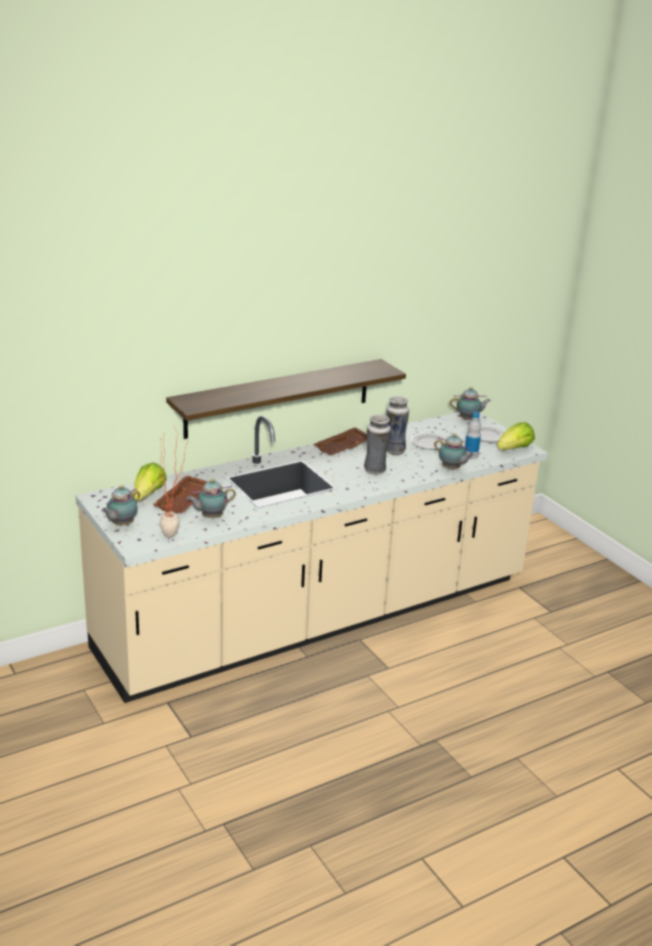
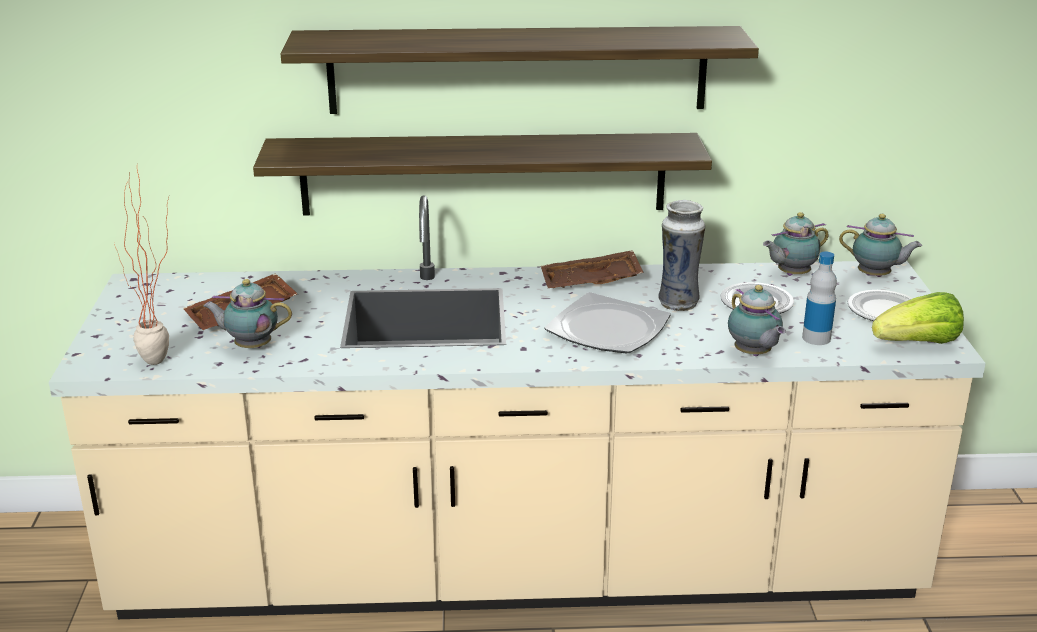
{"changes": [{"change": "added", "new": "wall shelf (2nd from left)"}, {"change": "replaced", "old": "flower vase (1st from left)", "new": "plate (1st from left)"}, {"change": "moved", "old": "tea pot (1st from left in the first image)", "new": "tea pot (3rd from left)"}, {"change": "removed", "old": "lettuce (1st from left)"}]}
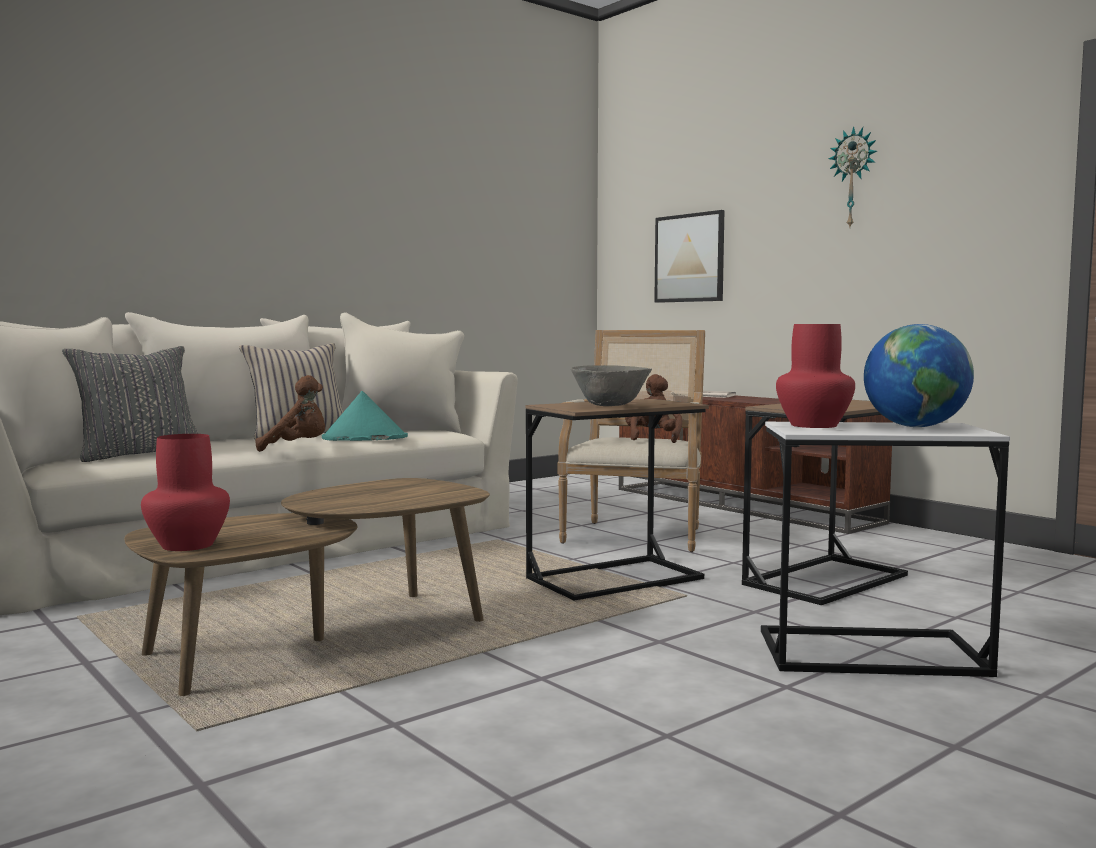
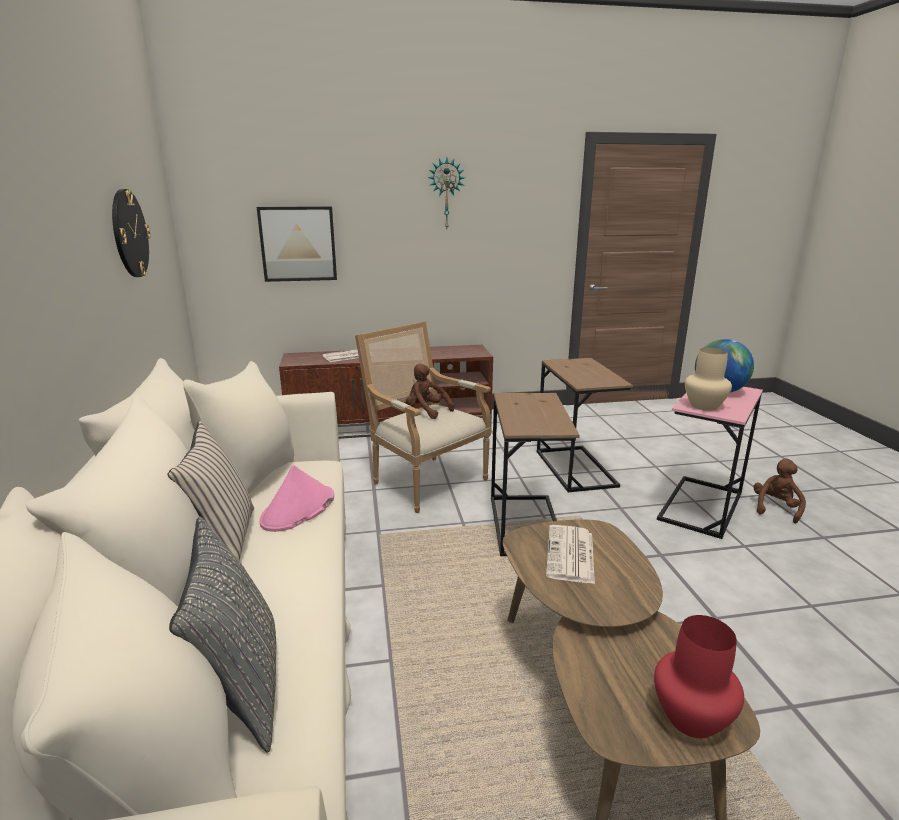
{"changes": [{"change": "added", "new": "wall clock (1st from left)"}, {"change": "recoloured", "old": "turquoise wearable hat", "new": "pink wearable hat"}, {"change": "added", "new": "printed paper (2nd from left)"}, {"change": "recoloured", "old": "white accent table", "new": "pink accent table"}, {"change": "recoloured", "old": "reddish flower vase (2nd from left)", "new": "beige flower vase"}, {"change": "moved", "old": "brownish cuddly toy (1st from left in the first image)", "new": "brownish cuddly toy (2nd from left)"}, {"change": "removed", "old": "grey deep dish"}]}
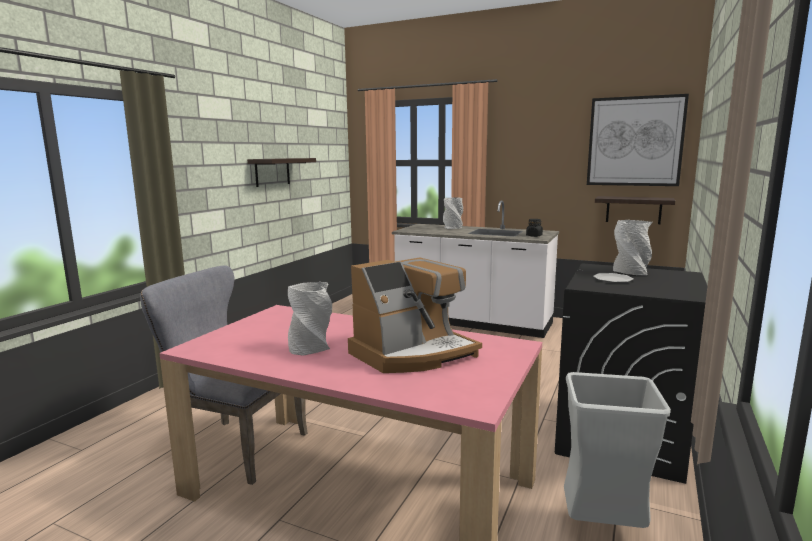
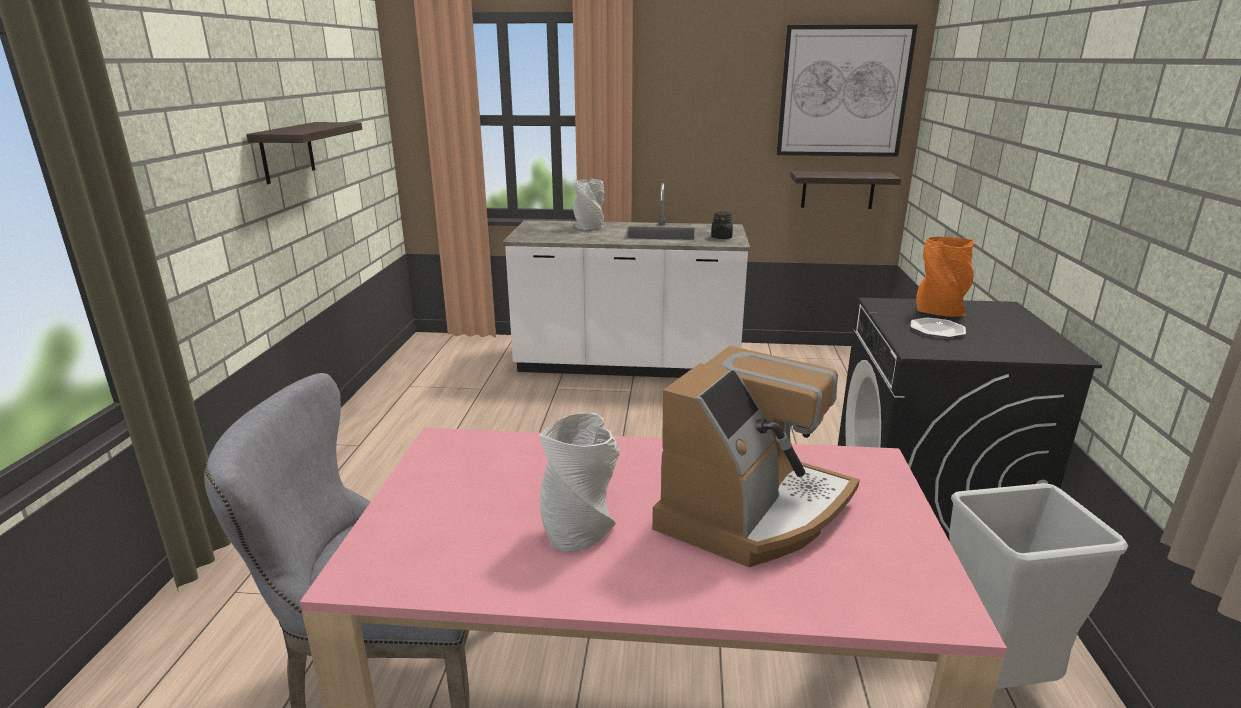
{"changes": [{"change": "recoloured", "old": "grey flower vase (3rd from left)", "new": "orange flower vase"}]}
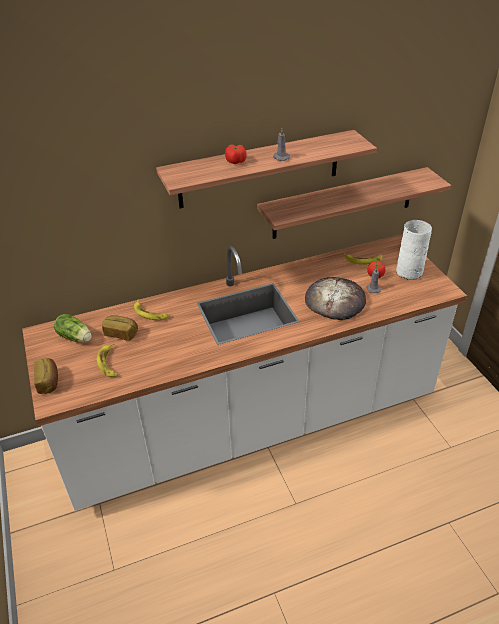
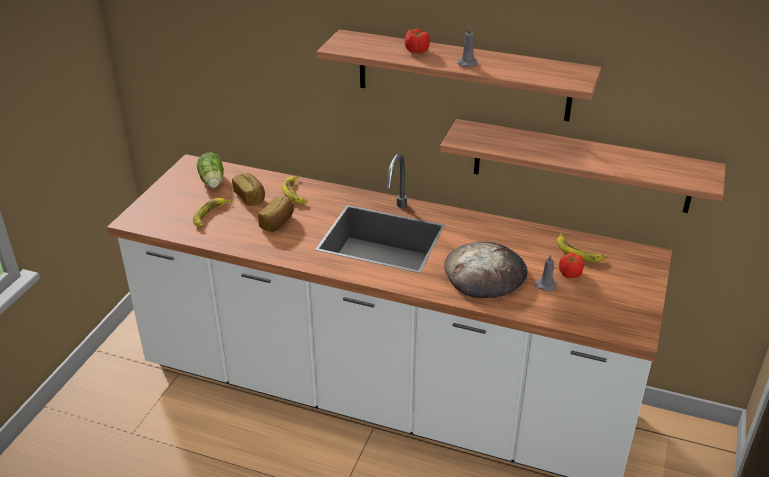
{"changes": [{"change": "moved", "old": "baked bread (1st from left in the first image)", "new": "baked bread (2nd from left)"}, {"change": "removed", "old": "white flower vase"}]}
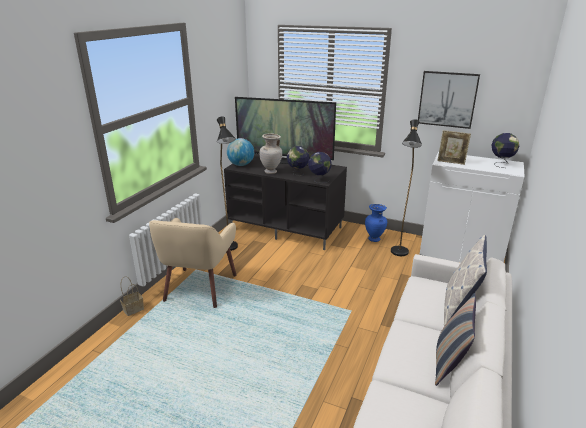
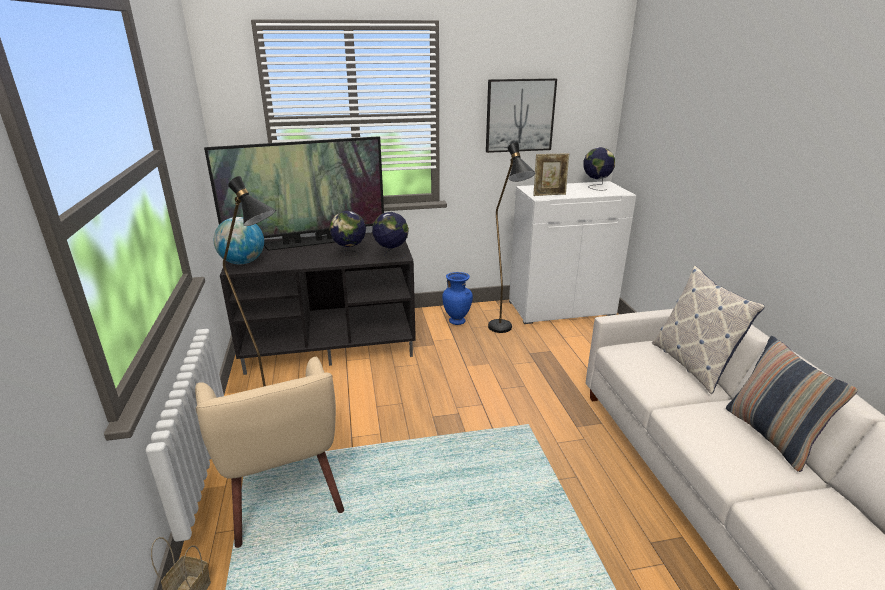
{"changes": [{"change": "removed", "old": "beige flower vase"}]}
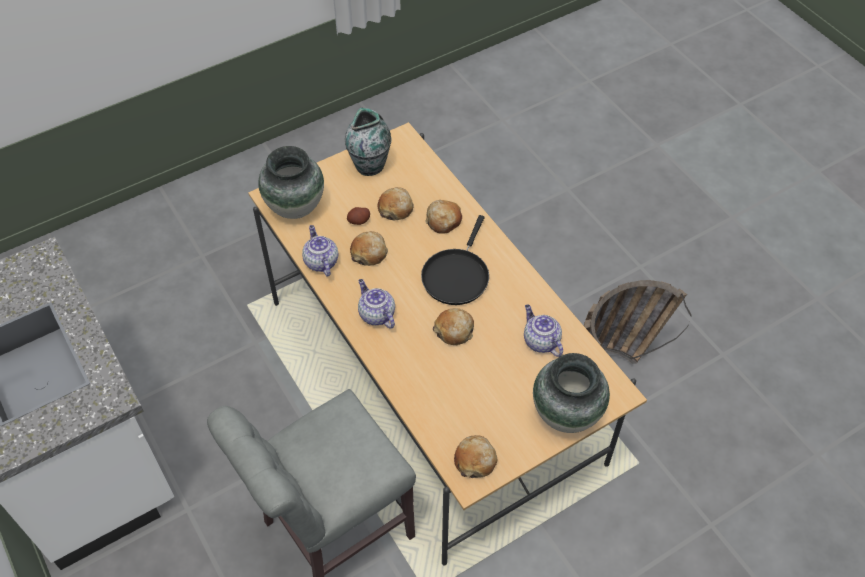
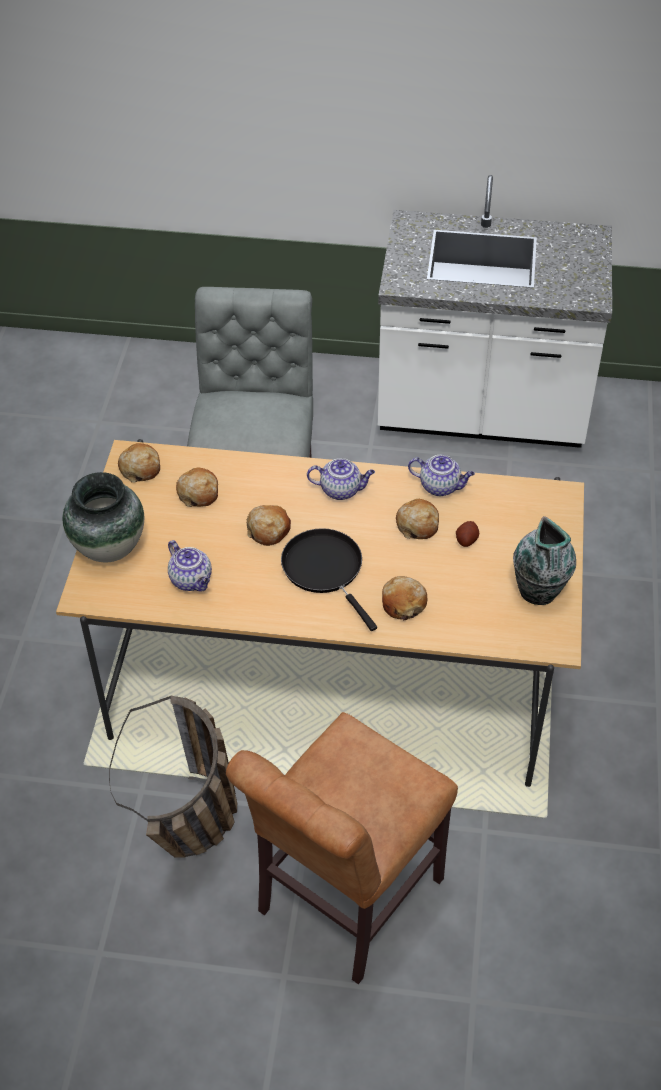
{"changes": [{"change": "turned", "old": "tea pot (3rd from left in the first image)", "degrees": 45}, {"change": "moved", "old": "baked bread (2nd from left)"}, {"change": "added", "new": "brownish plain chair"}, {"change": "removed", "old": "flower vase (1st from left)"}]}
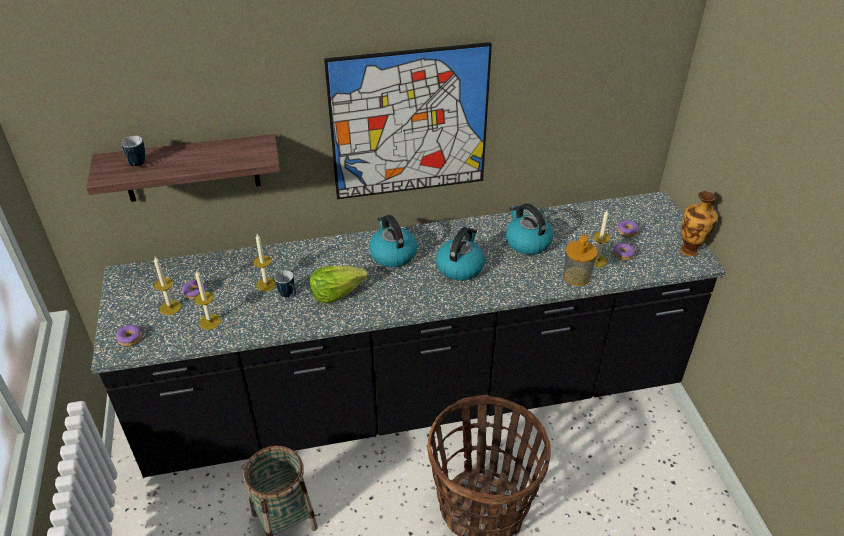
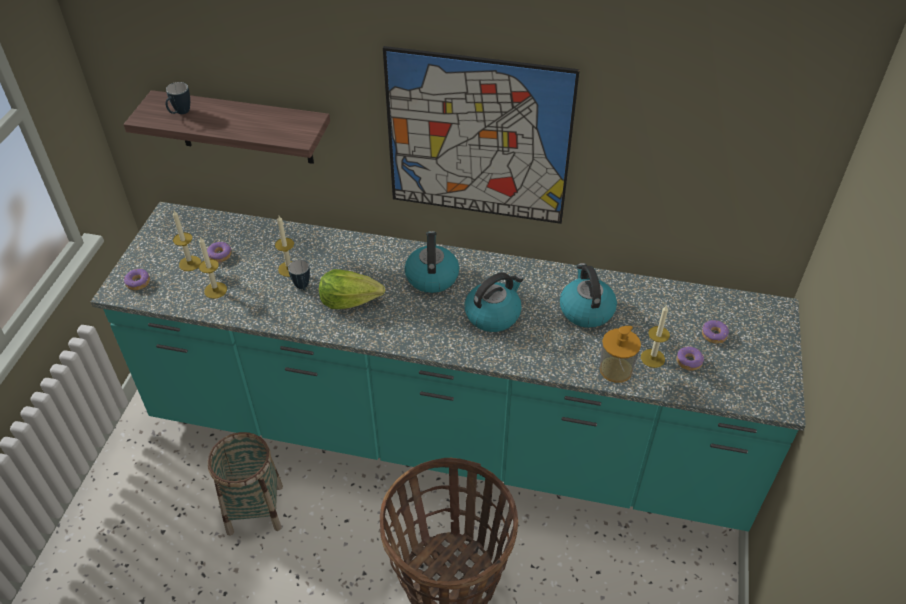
{"changes": [{"change": "recoloured", "old": "black kitchen counter", "new": "turquoise kitchen counter"}, {"change": "removed", "old": "flower vase"}]}
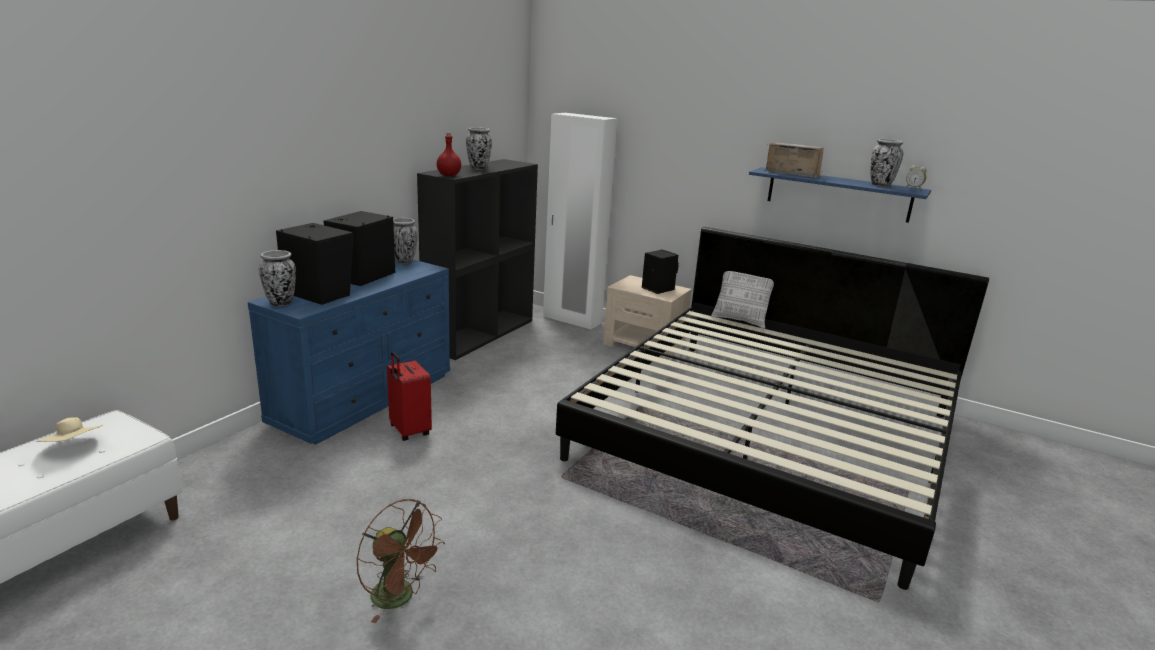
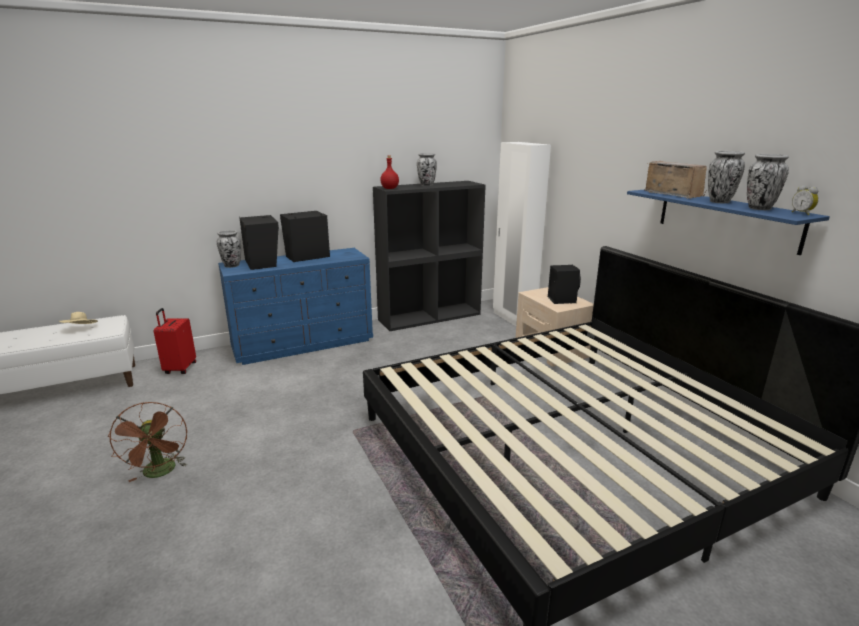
{"changes": [{"change": "moved", "old": "reddish travel case"}, {"change": "moved", "old": "flower vase (2nd from left in the first image)", "new": "flower vase (3rd from left)"}, {"change": "removed", "old": "throw pillow"}]}
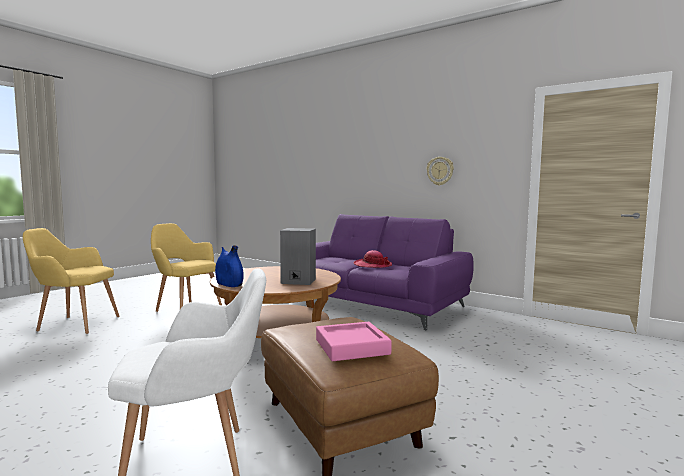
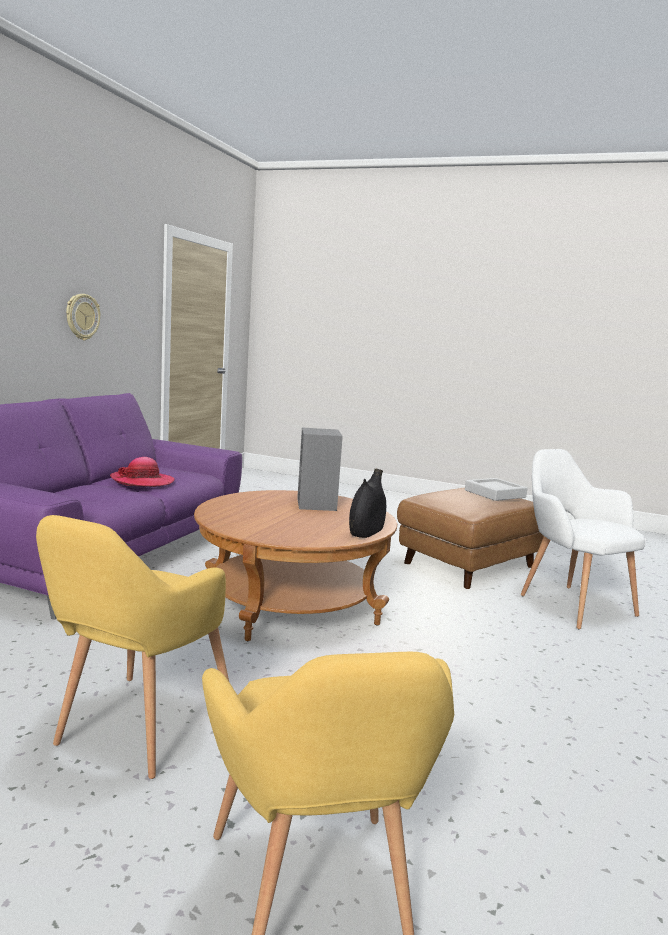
{"changes": [{"change": "recoloured", "old": "bluish flower vase", "new": "black flower vase"}, {"change": "recoloured", "old": "pink carrying tray", "new": "grey carrying tray"}]}
